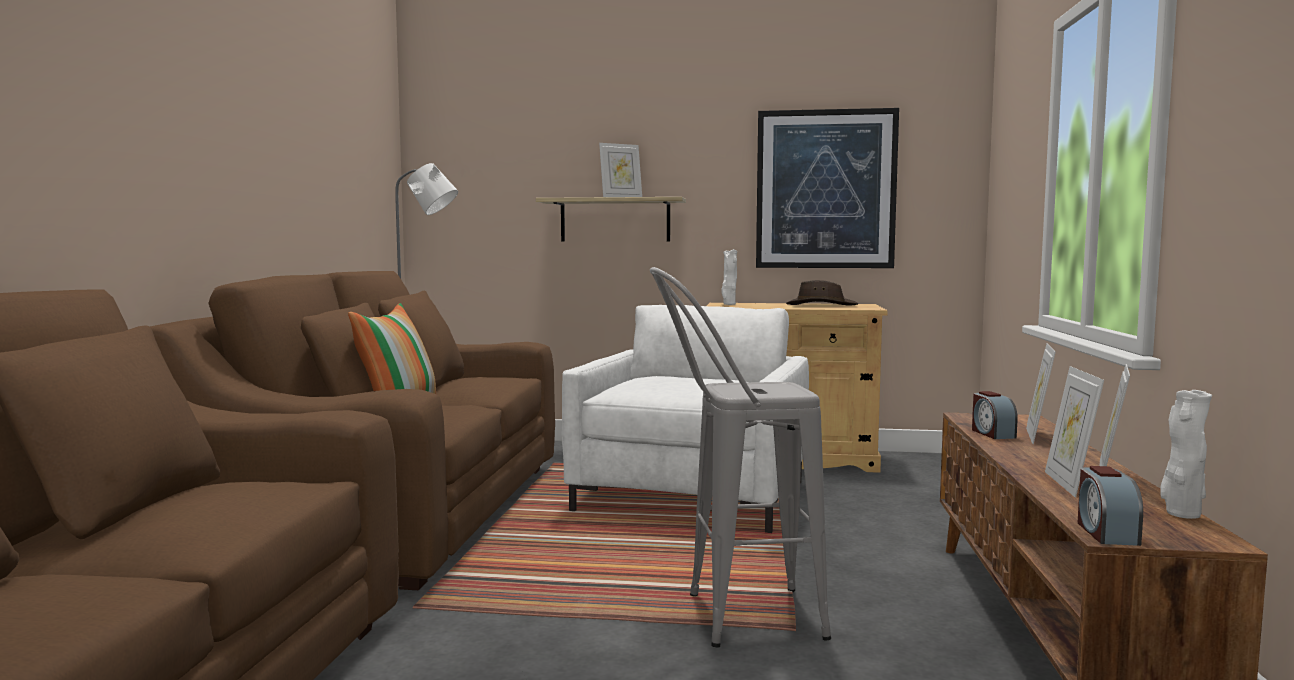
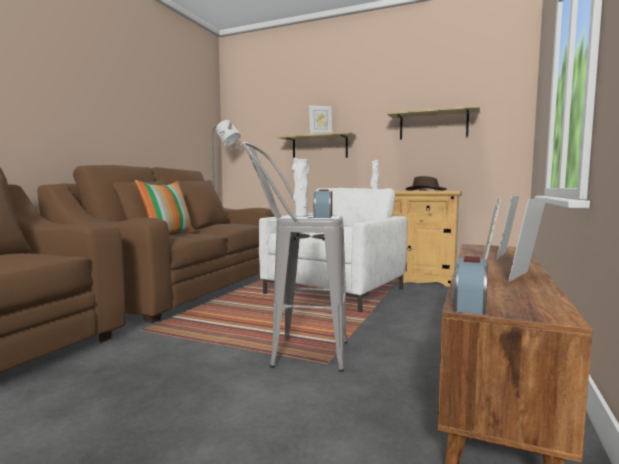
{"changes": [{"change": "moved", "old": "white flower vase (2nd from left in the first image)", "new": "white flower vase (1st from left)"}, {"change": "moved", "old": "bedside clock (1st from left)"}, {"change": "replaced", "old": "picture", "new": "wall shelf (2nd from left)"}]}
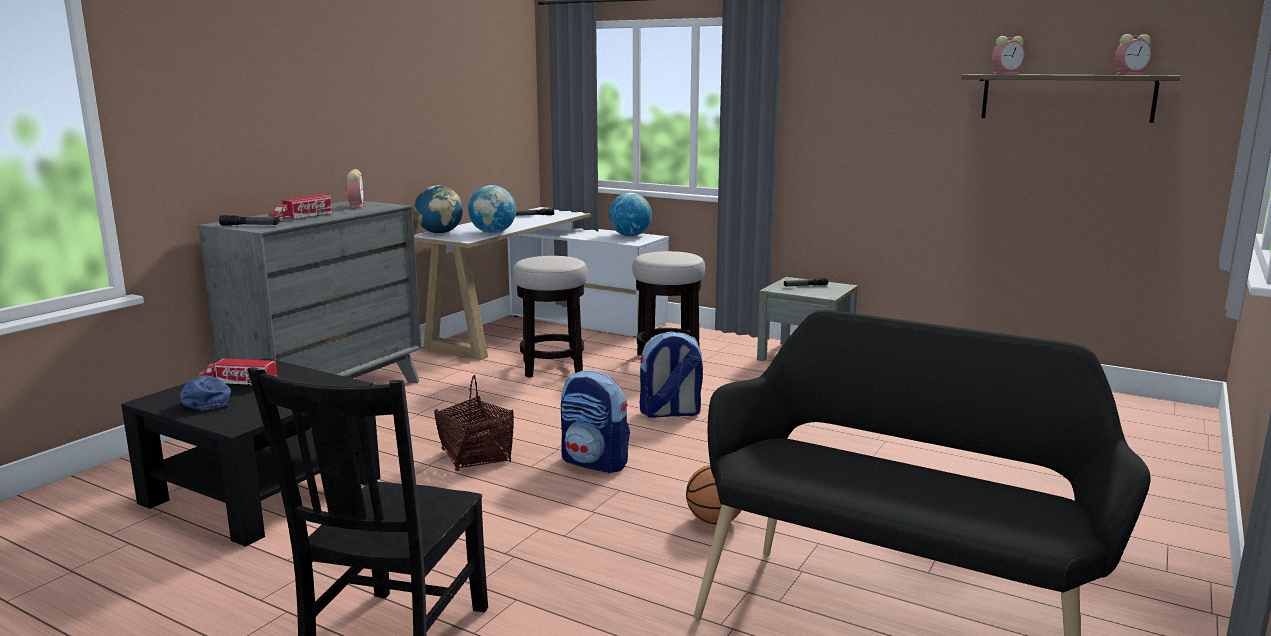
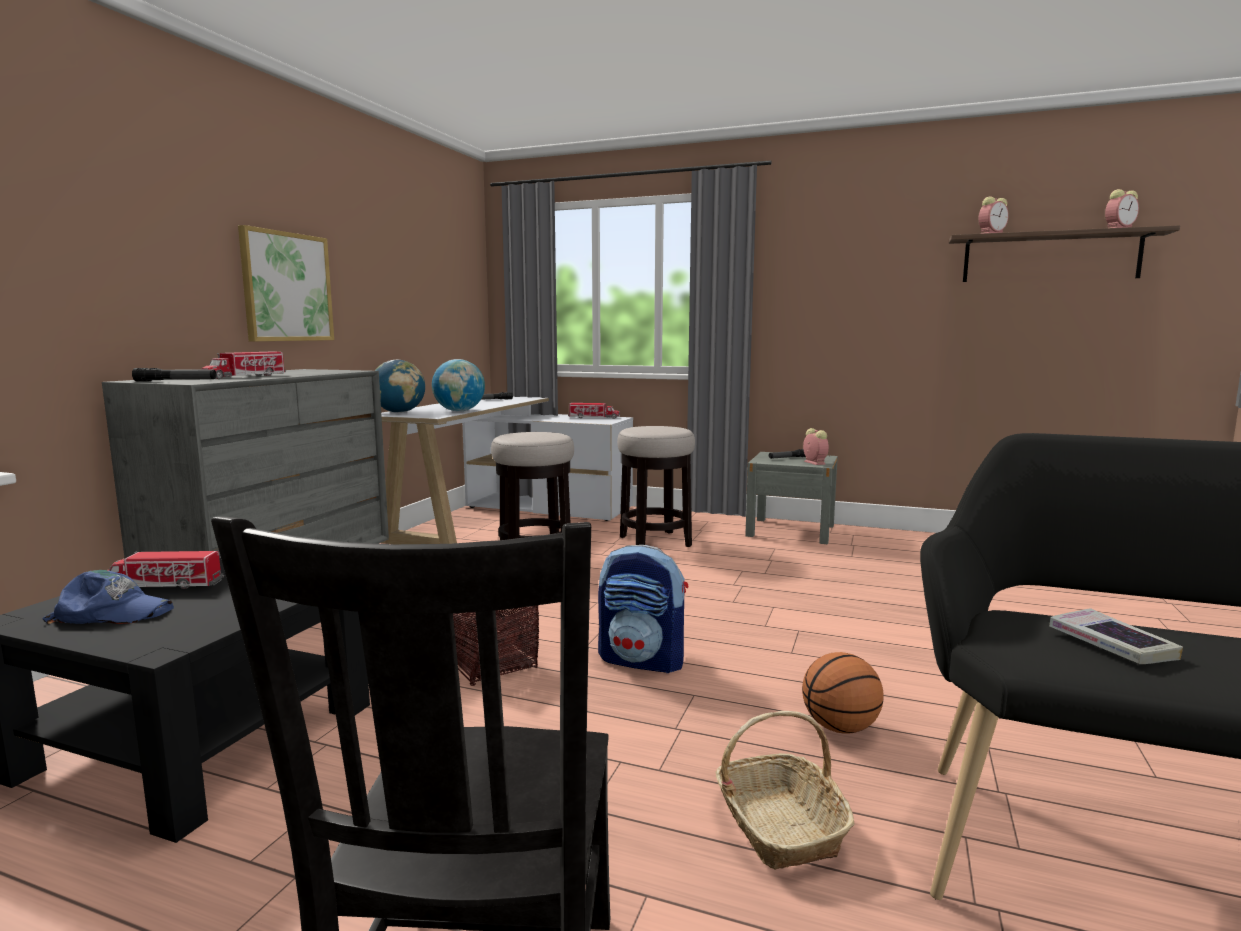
{"changes": [{"change": "turned", "old": "bluish baseball cap", "degrees": 120}, {"change": "added", "new": "picture"}, {"change": "replaced", "old": "desk globe (3rd from left)", "new": "model truck (3rd from left)"}, {"change": "added", "new": "household basket (2nd from left)"}, {"change": "moved", "old": "bedside clock (1st from left)"}, {"change": "added", "new": "bound book"}, {"change": "removed", "old": "knapsack (2nd from left)"}]}
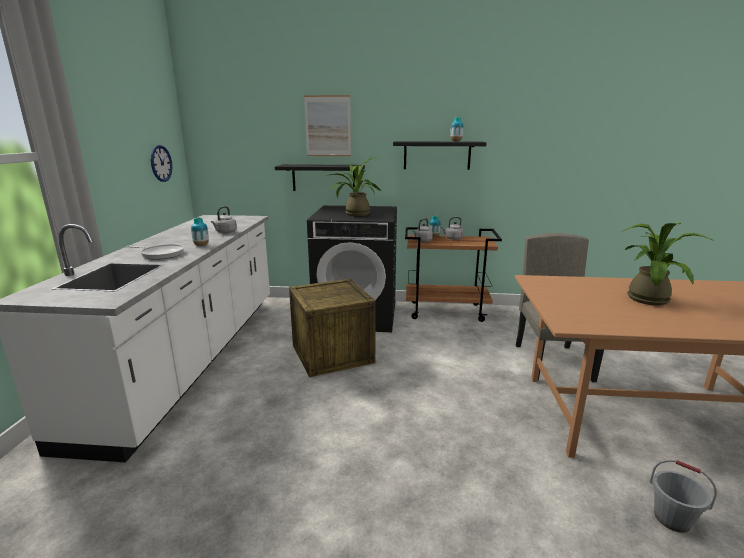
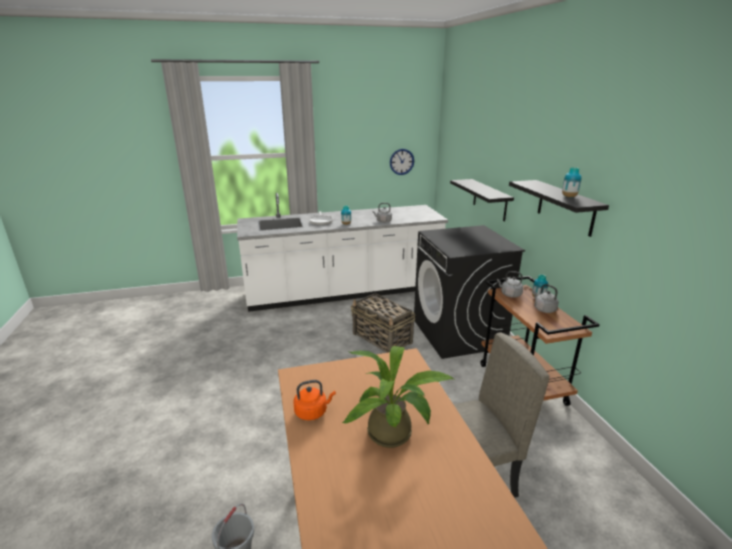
{"changes": [{"change": "added", "new": "orange kettle"}, {"change": "replaced", "old": "packing crate", "new": "household basket"}, {"change": "removed", "old": "picture"}, {"change": "removed", "old": "potted plant (1st from left)"}]}
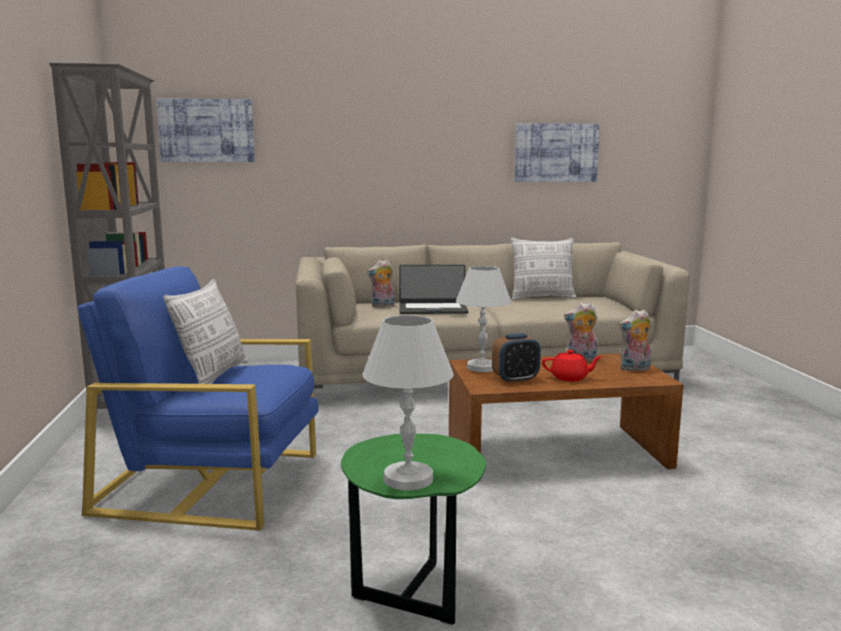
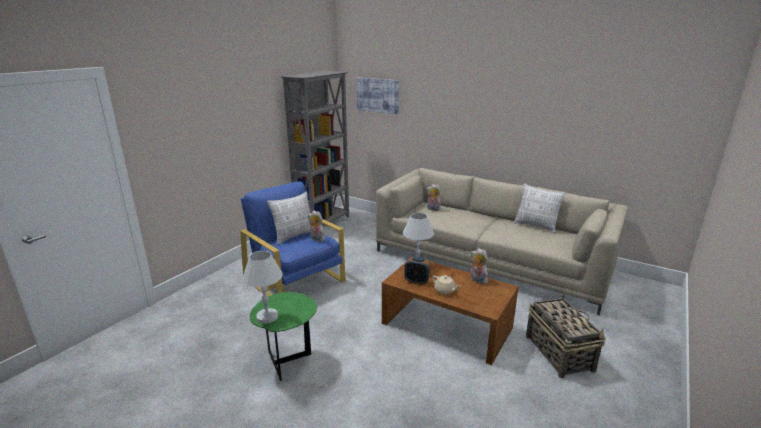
{"changes": [{"change": "moved", "old": "cuddly toy (3rd from left in the first image)", "new": "cuddly toy (1st from left)"}, {"change": "recoloured", "old": "reddish tea pot", "new": "beige tea pot"}, {"change": "added", "new": "household basket"}, {"change": "removed", "old": "portable computer"}, {"change": "removed", "old": "picture (2nd from left)"}]}
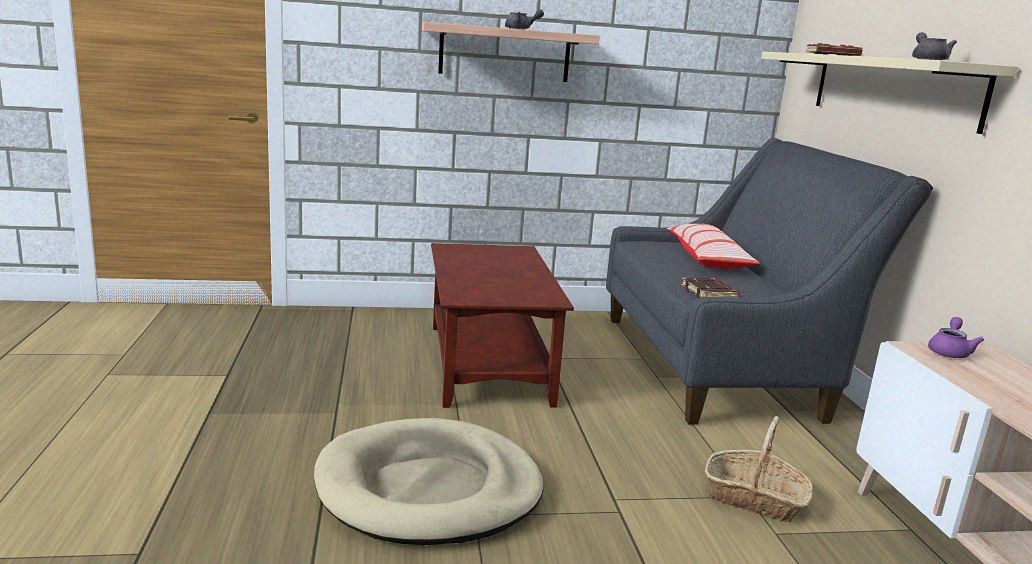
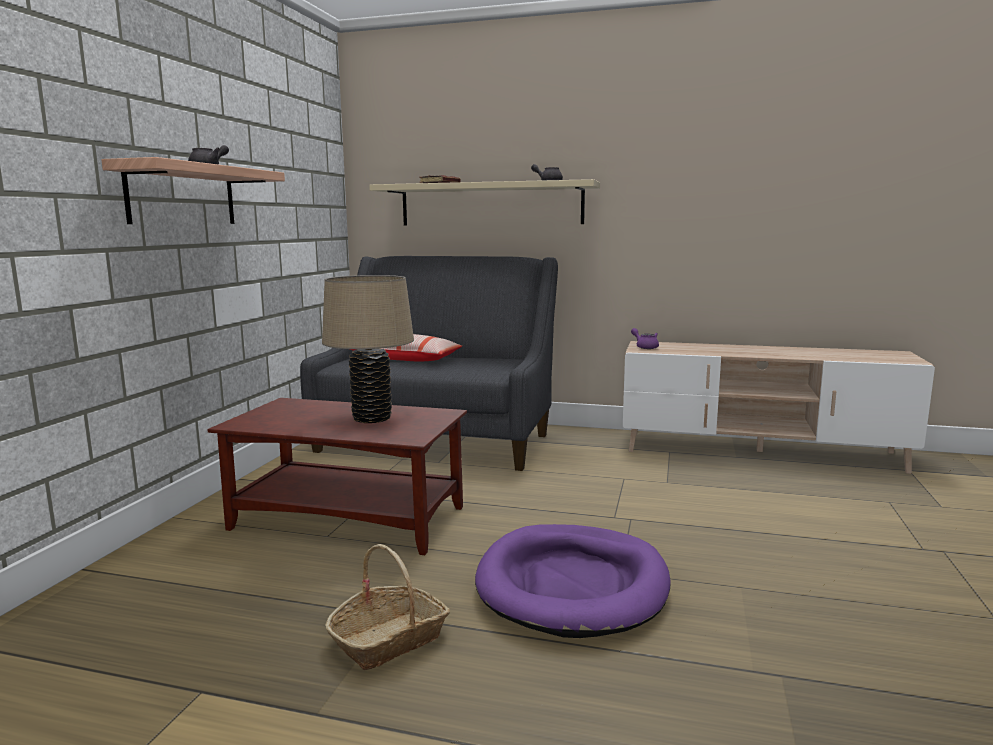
{"changes": [{"change": "added", "new": "beige tabletop lamp"}, {"change": "moved", "old": "household basket"}, {"change": "recoloured", "old": "beige dog bed", "new": "purplish dog bed"}, {"change": "removed", "old": "brownish bound book (1st from left)"}]}
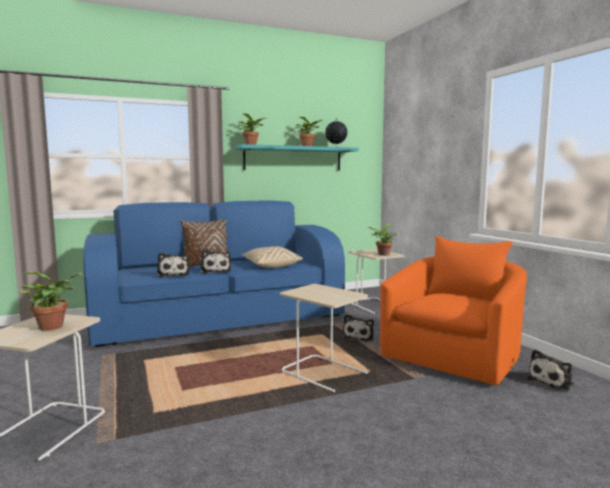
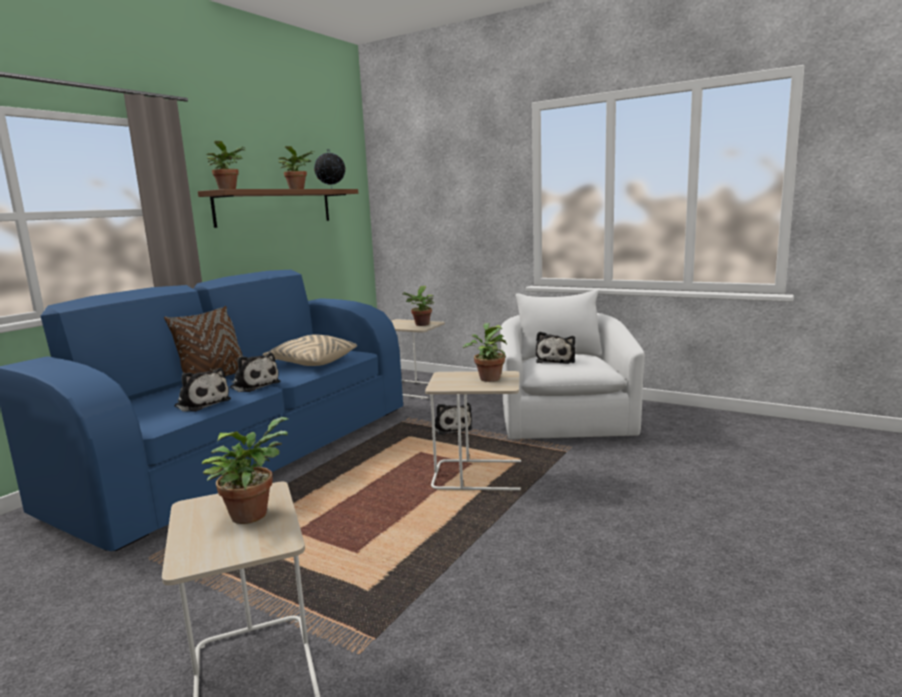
{"changes": [{"change": "recoloured", "old": "turquoise wall shelf", "new": "brownish wall shelf"}, {"change": "added", "new": "potted plant (5th from left)"}, {"change": "recoloured", "old": "orange lounge chair", "new": "white lounge chair"}, {"change": "moved", "old": "cuddly toy (4th from left)"}]}
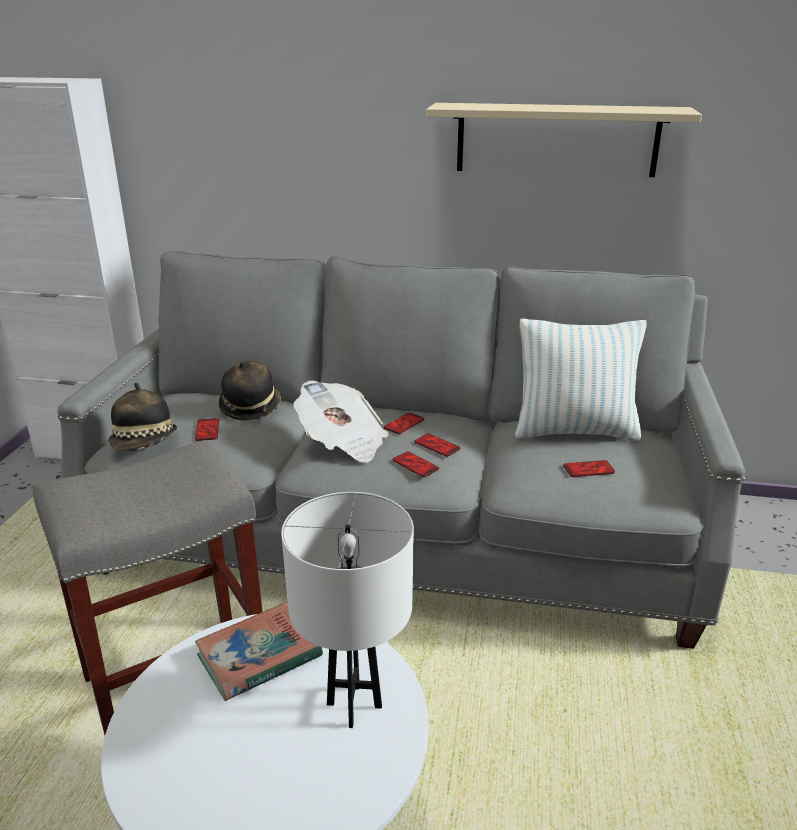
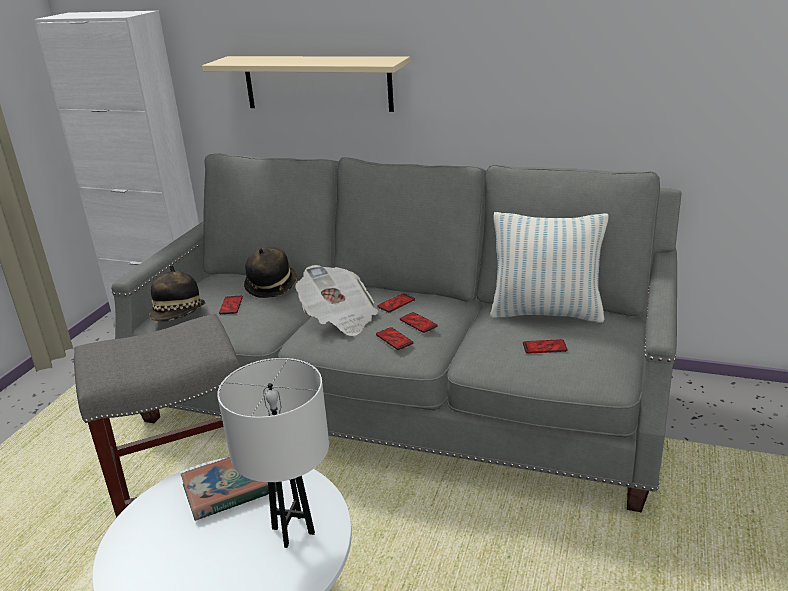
{"changes": [{"change": "moved", "old": "beige wall shelf"}]}
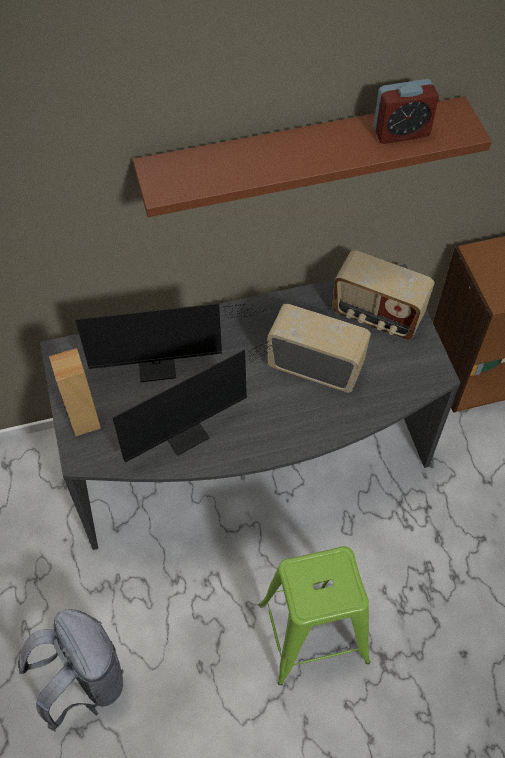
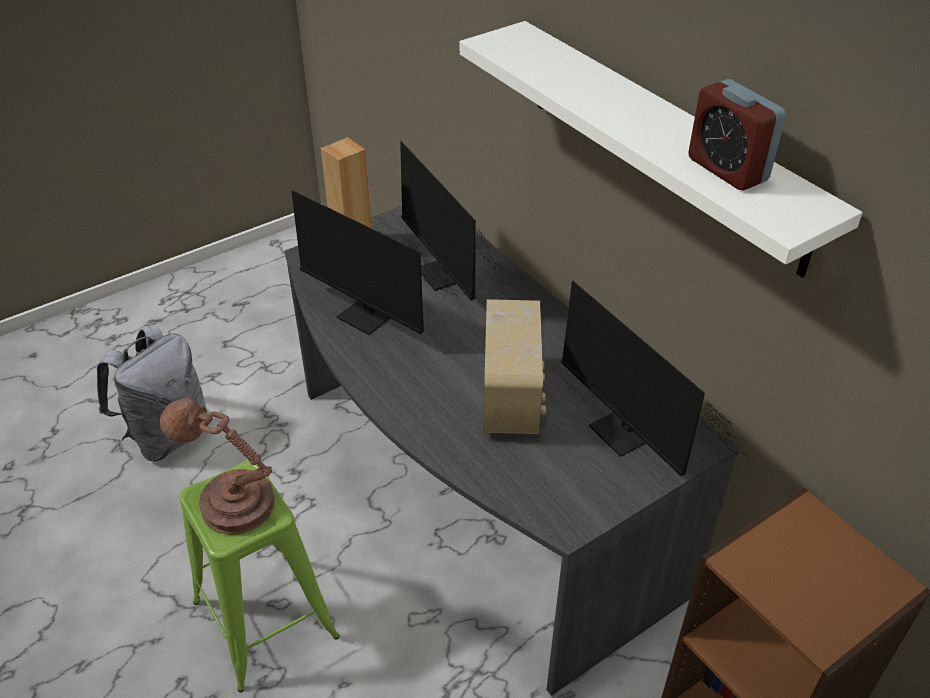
{"changes": [{"change": "added", "new": "brownish tabletop lamp"}, {"change": "recoloured", "old": "brownish wall shelf", "new": "white wall shelf"}, {"change": "replaced", "old": "radio set (2nd from left)", "new": "monitor (3rd from left)"}]}
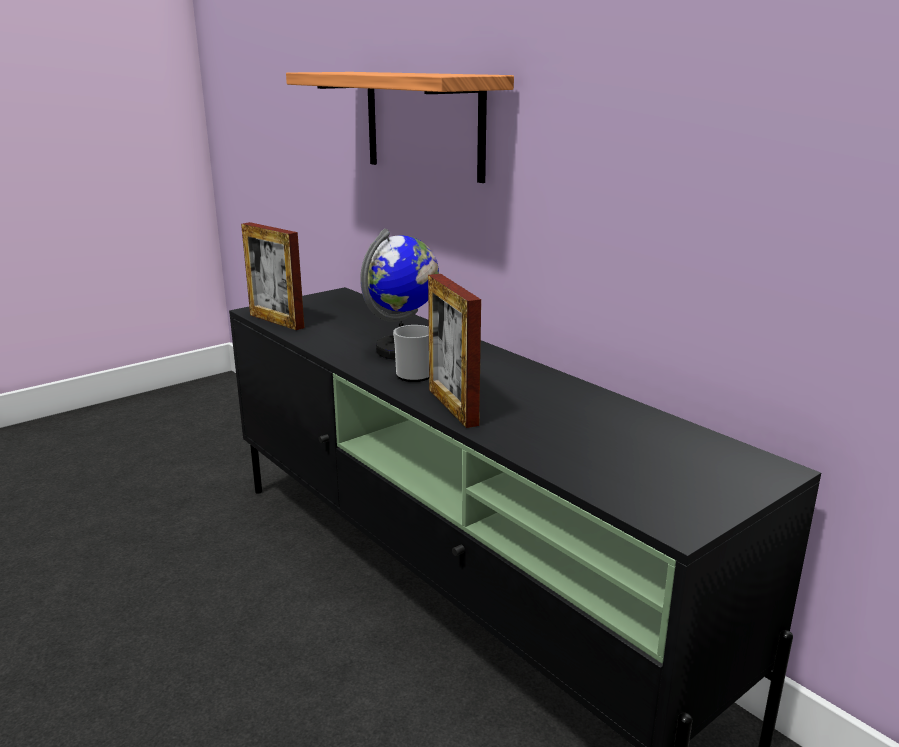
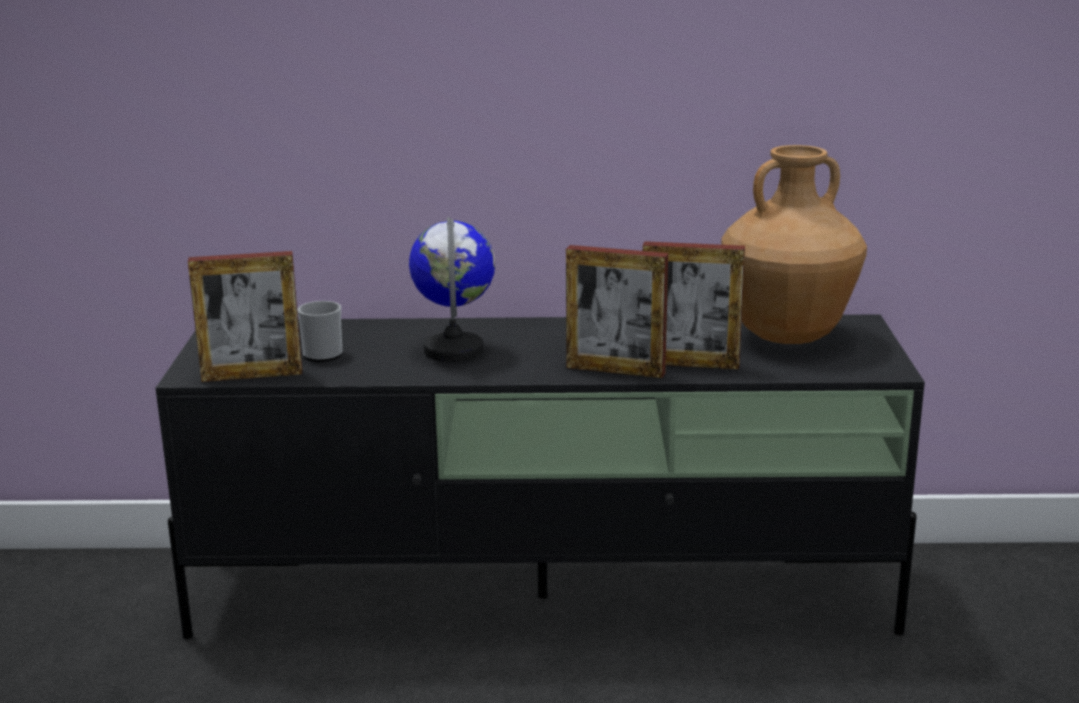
{"changes": [{"change": "moved", "old": "mug"}, {"change": "added", "new": "photo frame (3rd from left)"}, {"change": "added", "new": "brownish flower vase"}, {"change": "removed", "old": "wall shelf"}]}
